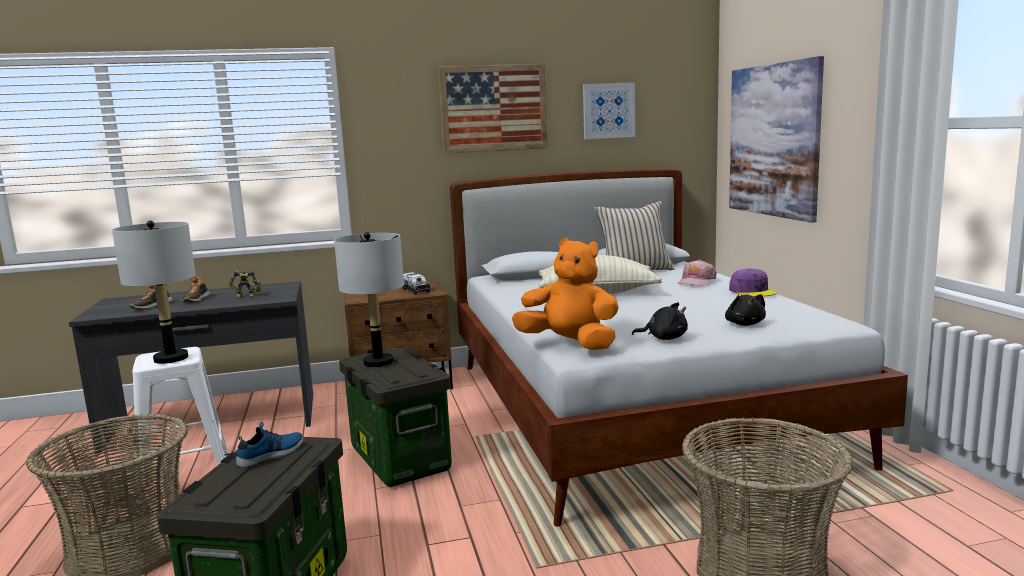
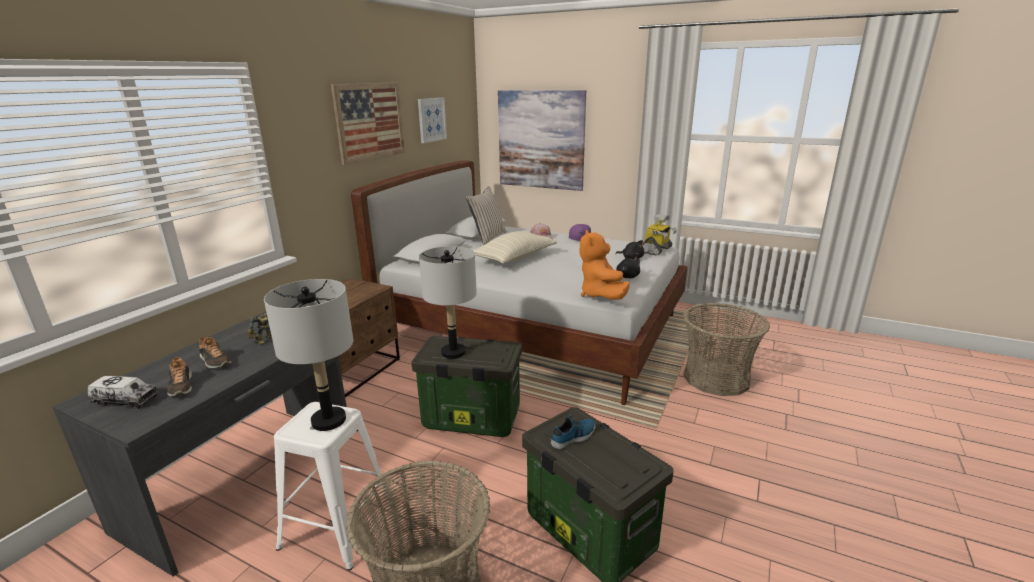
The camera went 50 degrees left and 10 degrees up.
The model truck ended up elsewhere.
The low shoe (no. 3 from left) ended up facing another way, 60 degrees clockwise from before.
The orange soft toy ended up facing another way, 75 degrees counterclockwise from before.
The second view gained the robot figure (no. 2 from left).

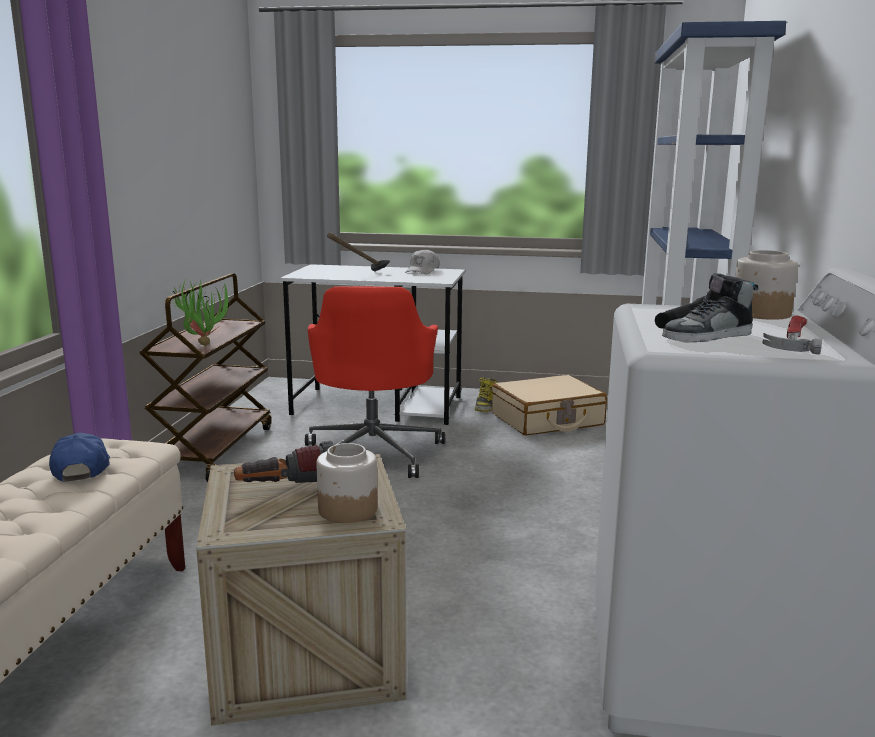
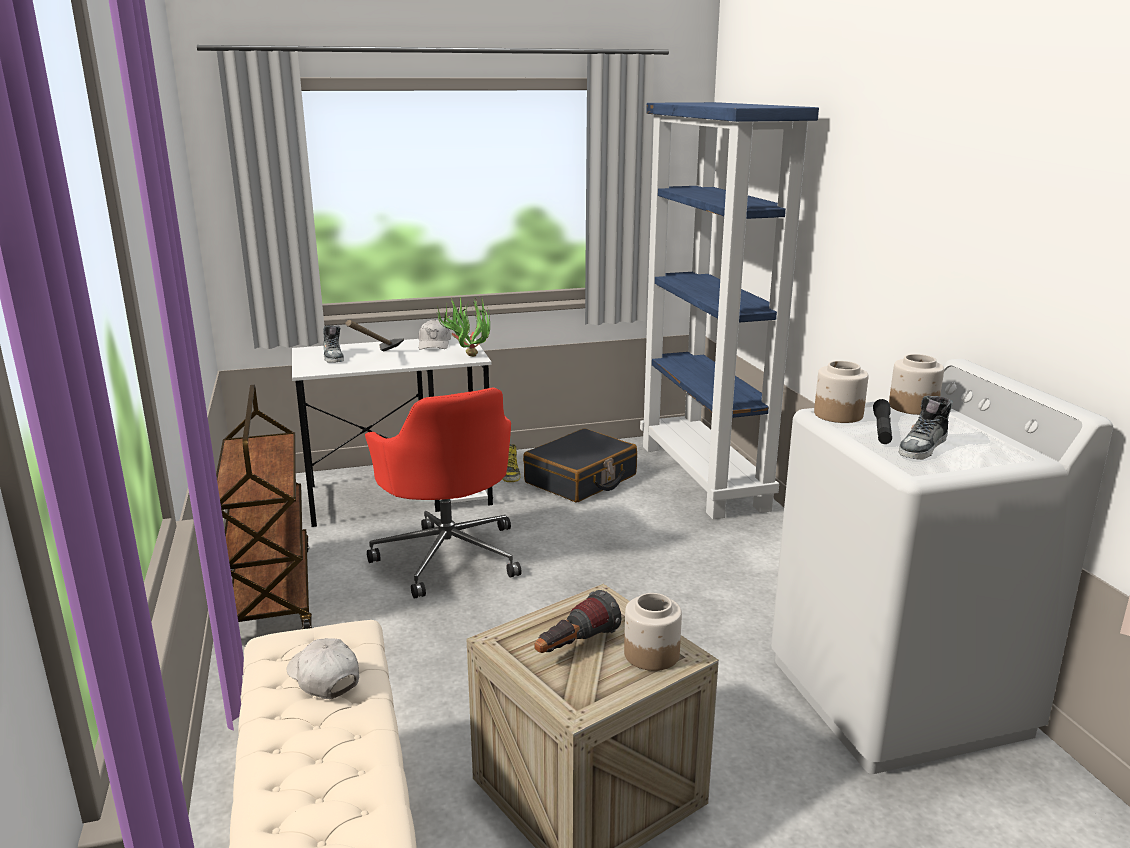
The camera went 25 degrees left and 5 degrees up.
What was the blue-coloured baseball cap turned into the white-coloured baseball cap (no. 1 from left).
The second view gained the low shoe (no. 1 from left).
The houseplant ended up elsewhere.
What was the sand-coloured suitcase turned into the black-coloured suitcase.
The second view gained the preserve jar (no. 2 from left).
The second view lost the hammer (no. 2 from left).

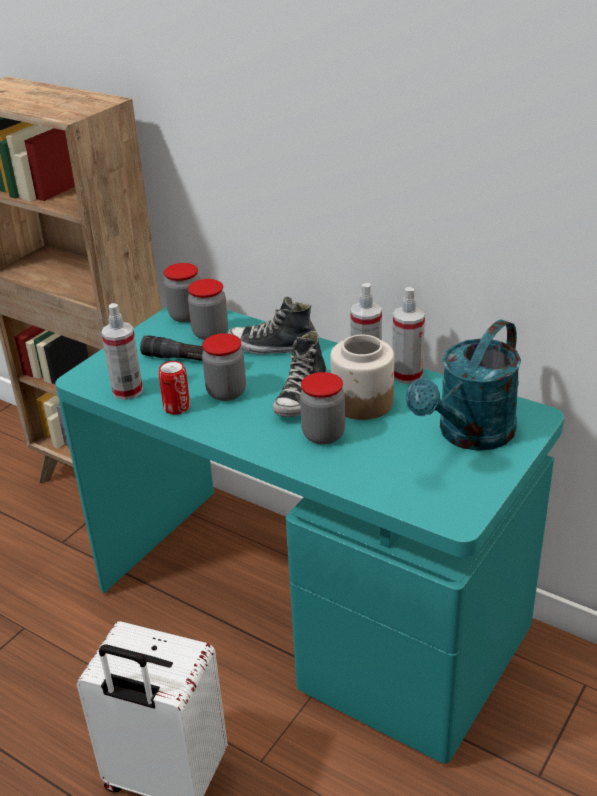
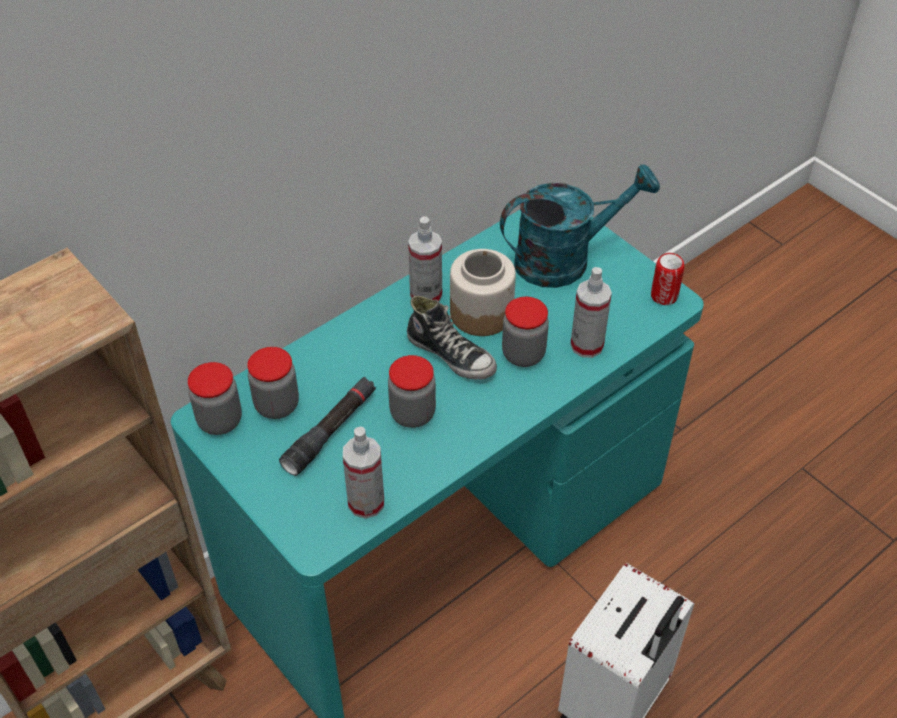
The camera went 75 degrees left and 15 degrees up.
The blue-green sprinkling can ended up facing another way, 75 degrees counterclockwise from before.
The sprayer (no. 3 from left) ended up elsewhere.
The sealed can ended up elsewhere.
The second view lost the low shoe (no. 1 from left).

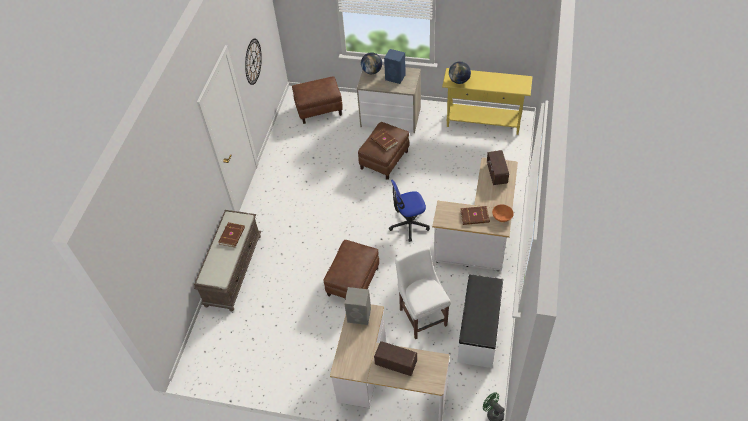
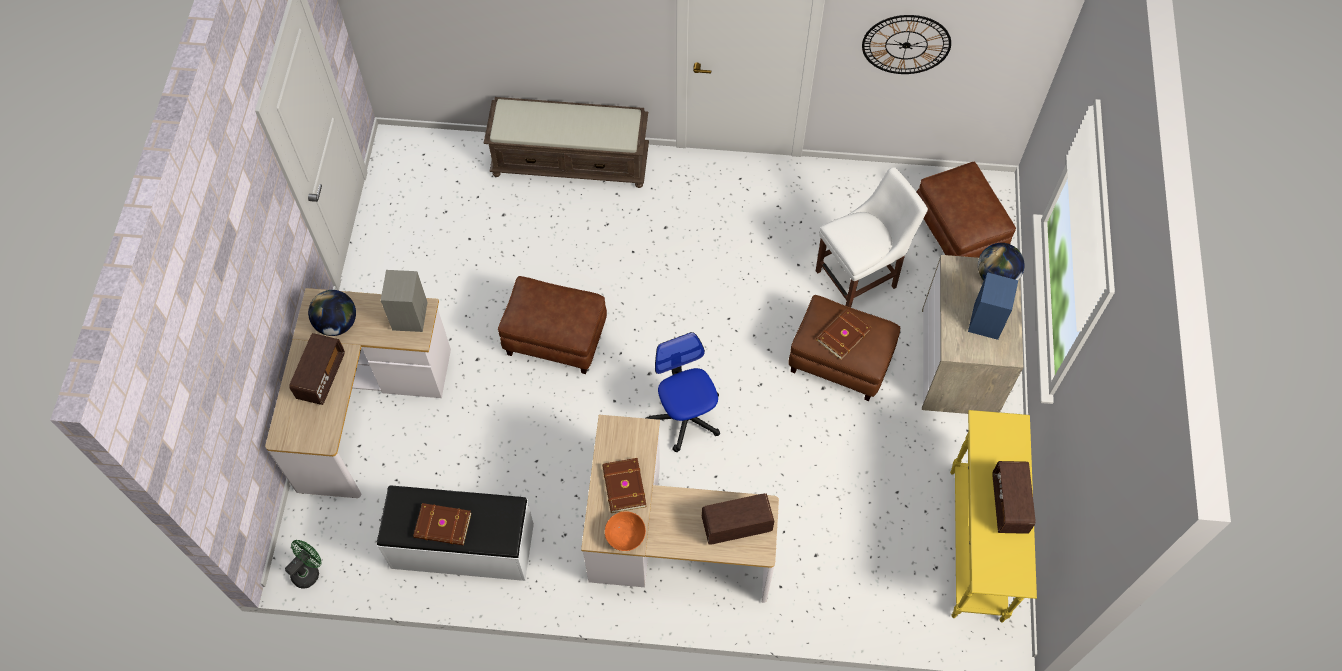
The camera went 80 degrees right and 10 degrees up.
The desk globe (no. 2 from left in the first image) ended up elsewhere.
The brown-coloured volume (no. 1 from left) ended up elsewhere.
The white-coloured upright chair ended up elsewhere.
The second view gained the radio set (no. 3 from left).

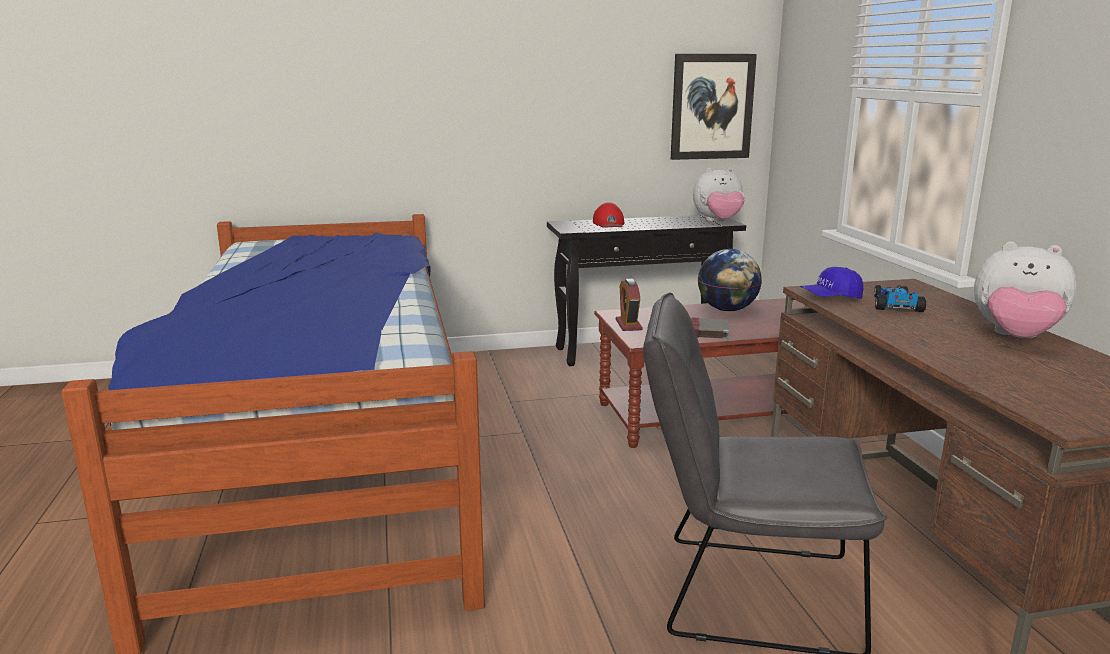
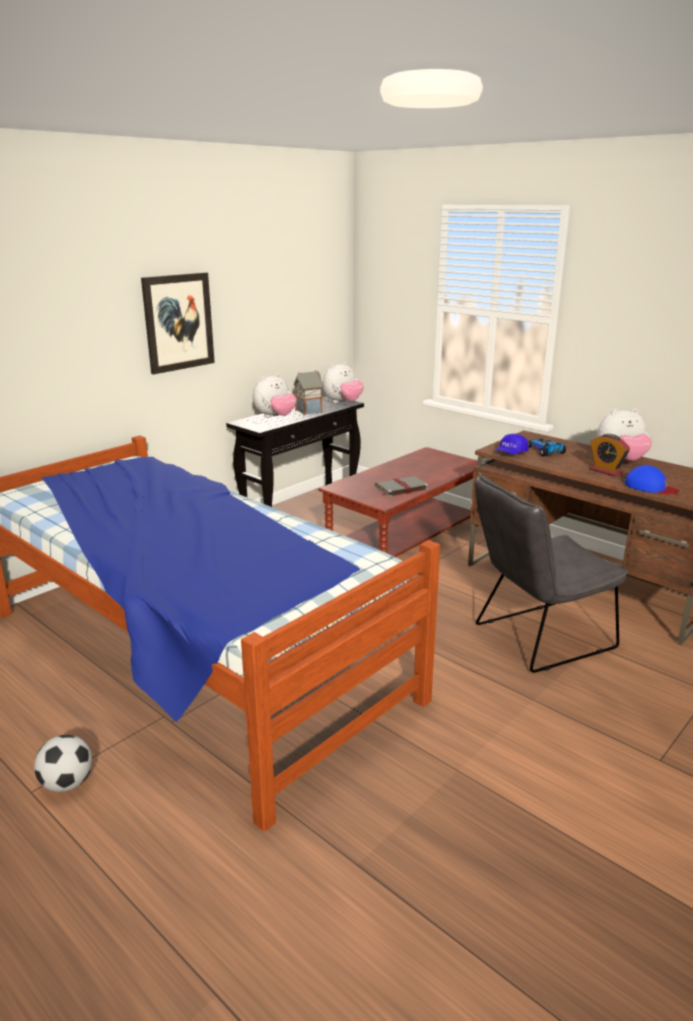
The camera went 35 degrees left and 5 degrees up.
The second view gained the football ball.
The wall art ended up elsewhere.
Where the red-coloured baseball cap stood, the soft toy (no. 1 from left) came to stand.
The second view gained the toy house.
The alarm clock ended up elsewhere.
The second view gained the blue-coloured baseball cap (no. 2 from left).
The second view lost the desk globe.

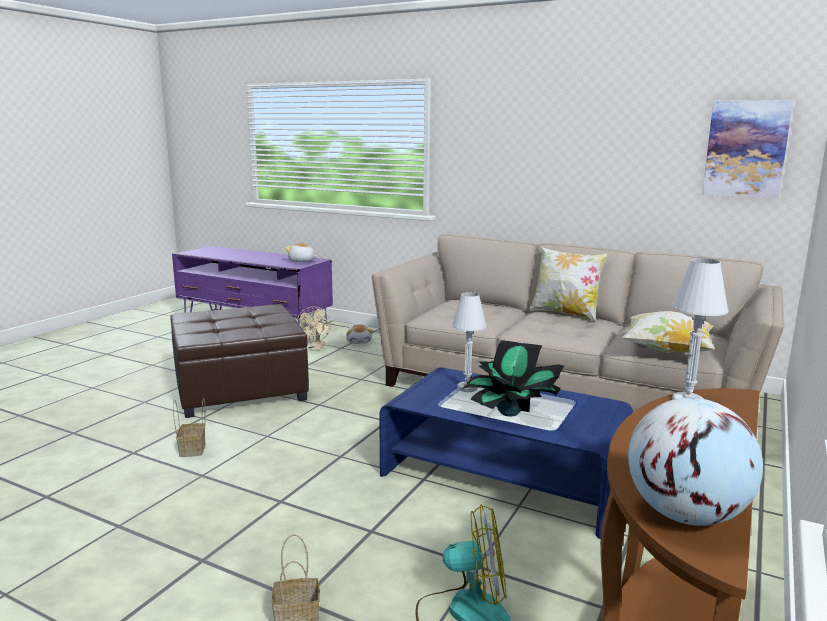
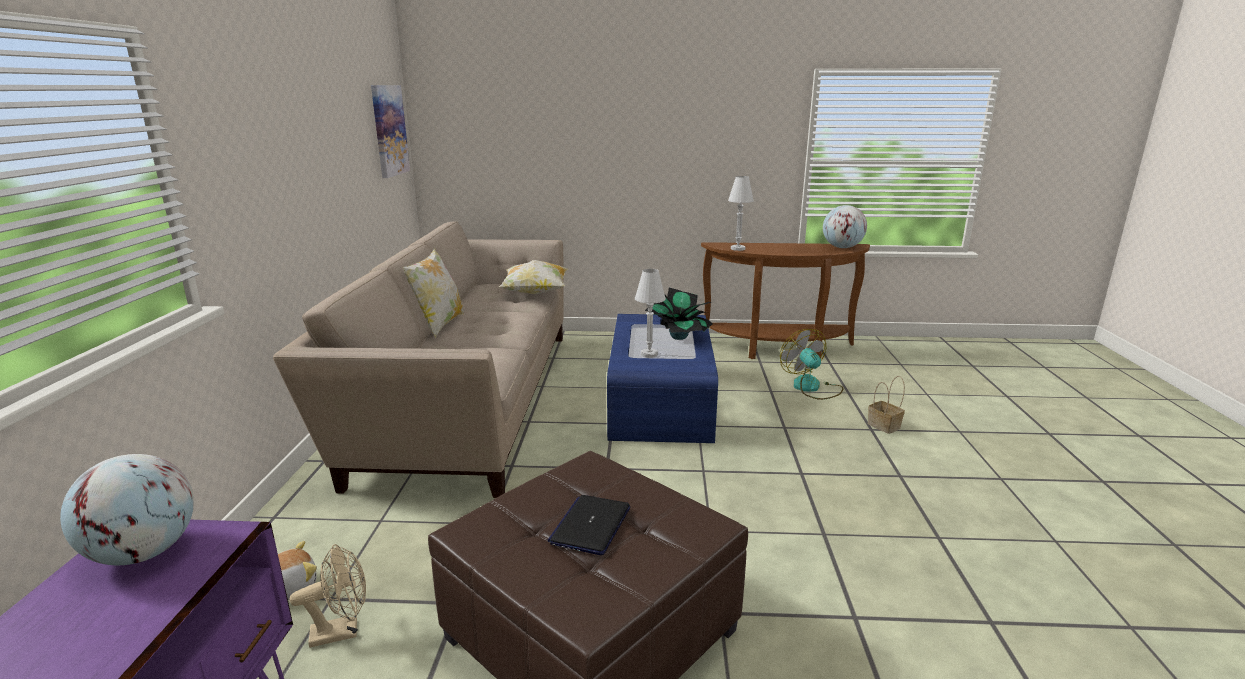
The camera went 115 degrees left and 5 degrees up.
Where the soft toy (no. 1 from left) stood, the desk globe (no. 1 from left) came to stand.
The second view gained the notebook computer.
The second view lost the household basket (no. 1 from left).

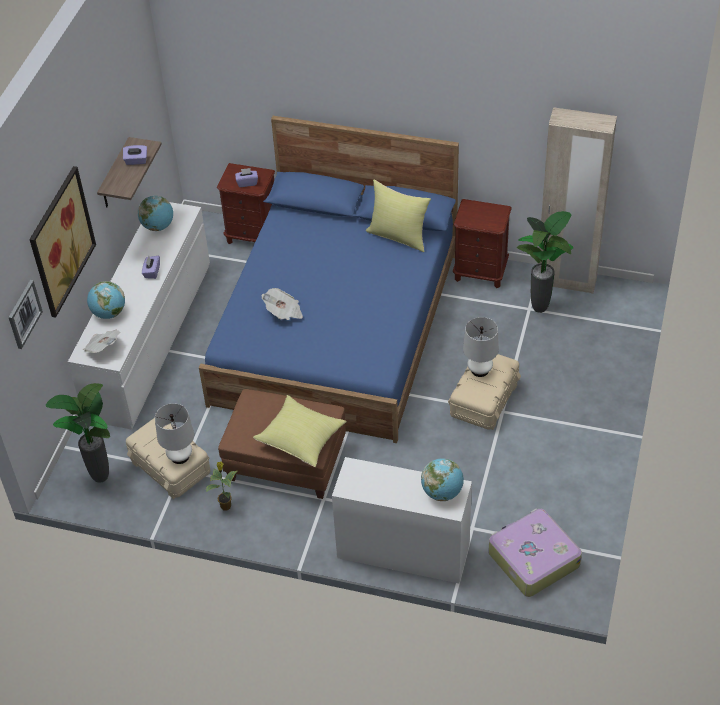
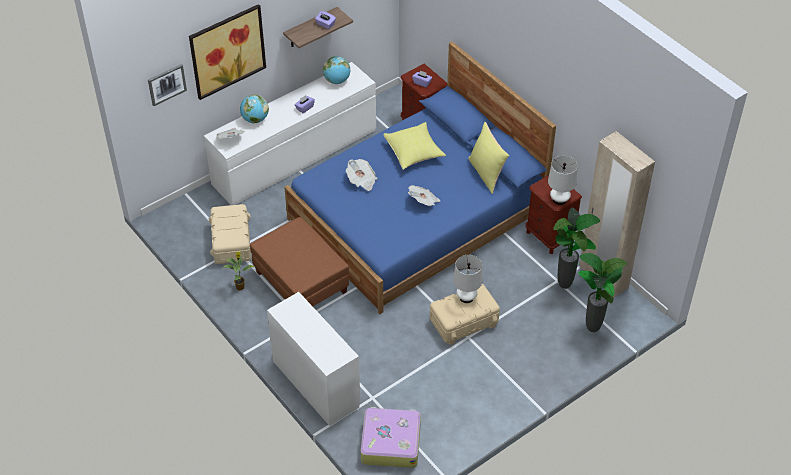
The camera went 35 degrees right and 0 degrees up.
The yellowish pillow (no. 1 from left) ended up elsewhere.
The second view gained the daily paper (no. 3 from left).
The white-coloured tabletop lamp (no. 1 from left in the first image) ended up elsewhere.
The houseplant (no. 1 from left in the first image) ended up elsewhere.
The second view lost the desk globe (no. 3 from left).

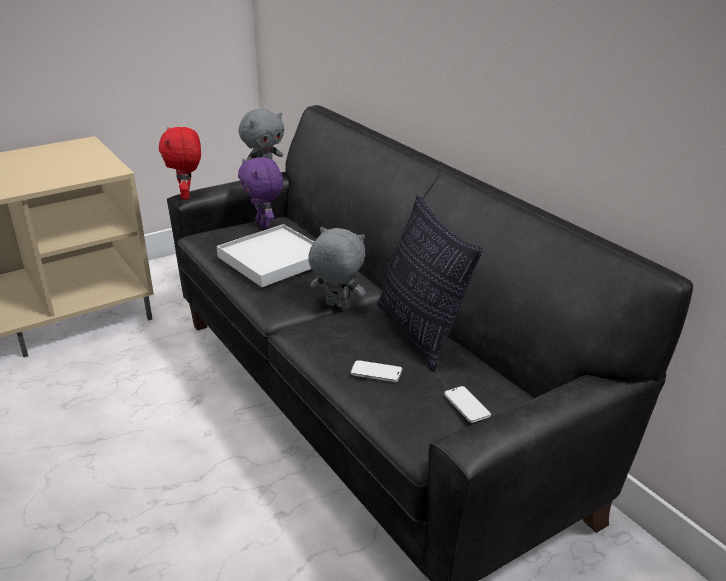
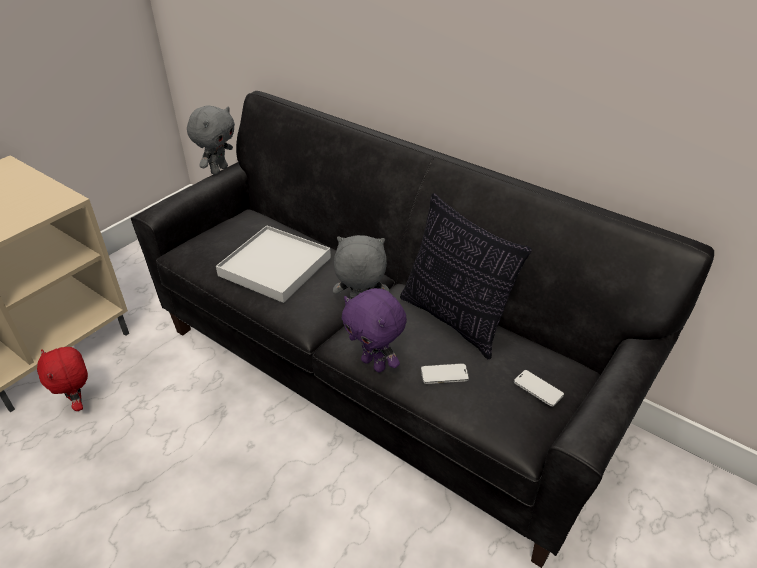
The camera went 20 degrees left and 10 degrees up.
The red-coloured soft toy ended up elsewhere.
The purple-coloured soft toy ended up elsewhere.

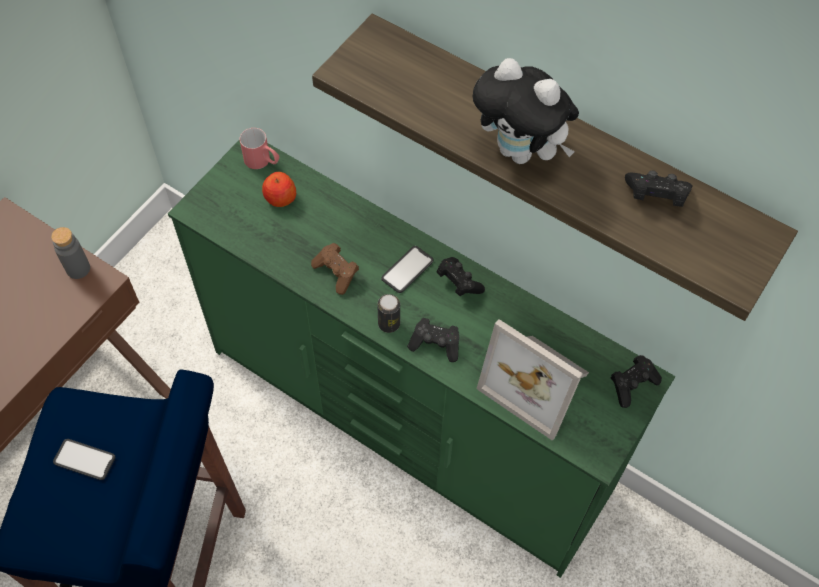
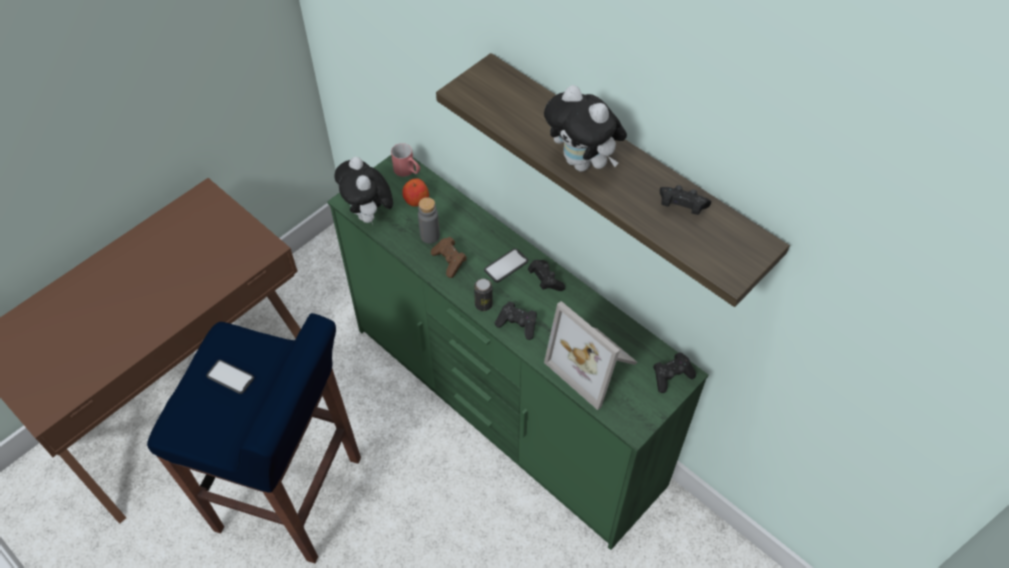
The camera went 10 degrees right and 5 degrees down.
The second view gained the soft toy (no. 1 from left).
The greyish bottle ended up elsewhere.

